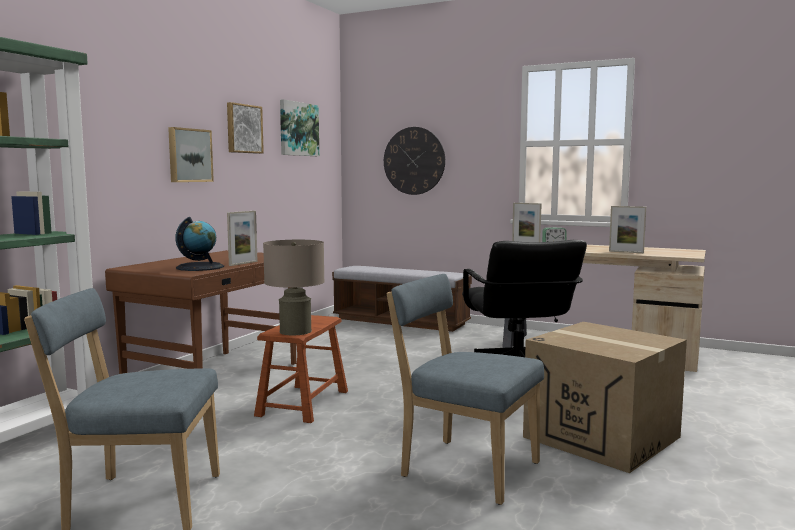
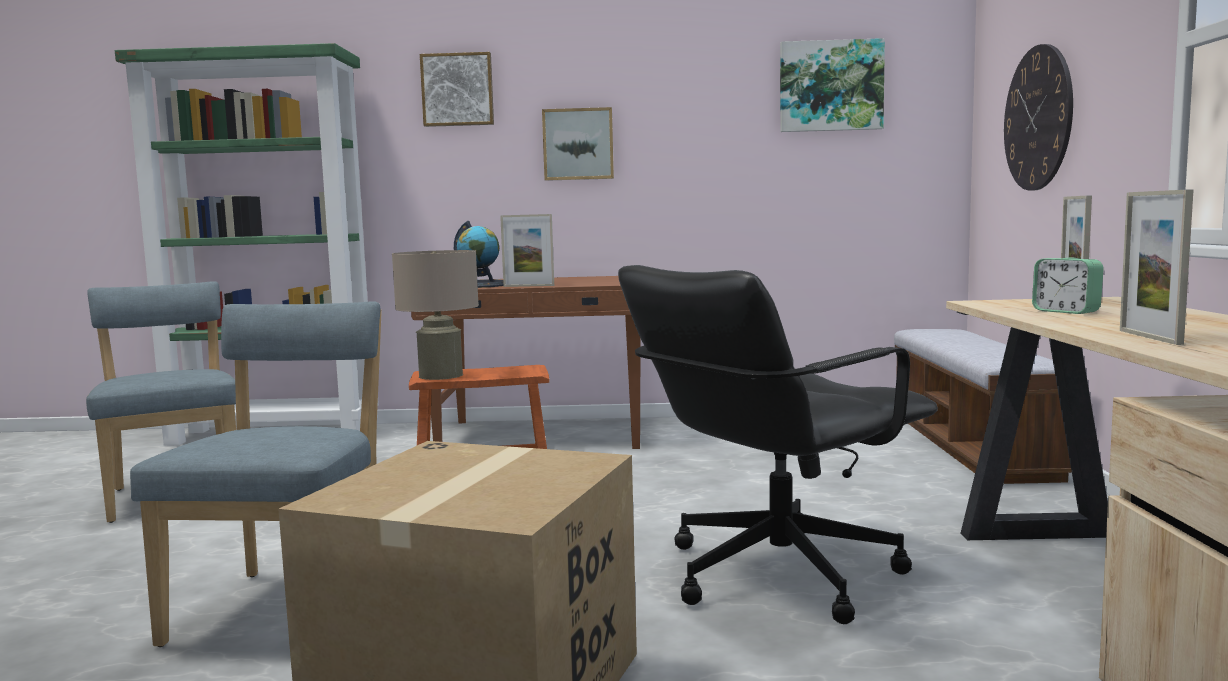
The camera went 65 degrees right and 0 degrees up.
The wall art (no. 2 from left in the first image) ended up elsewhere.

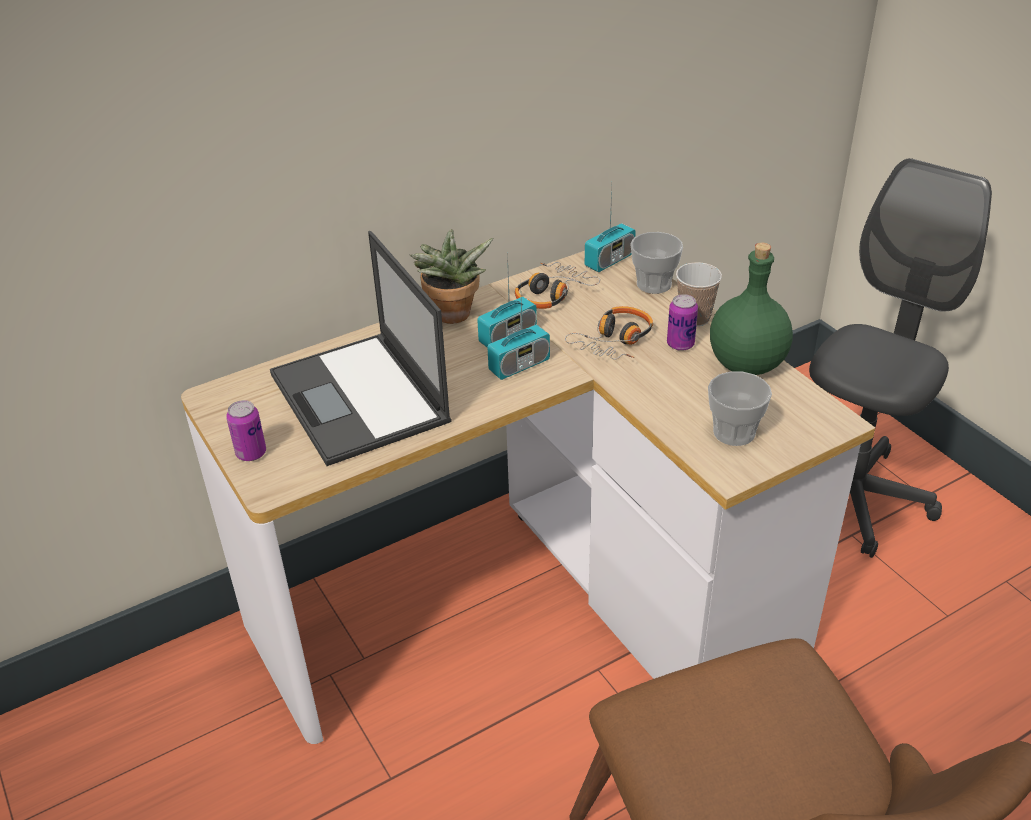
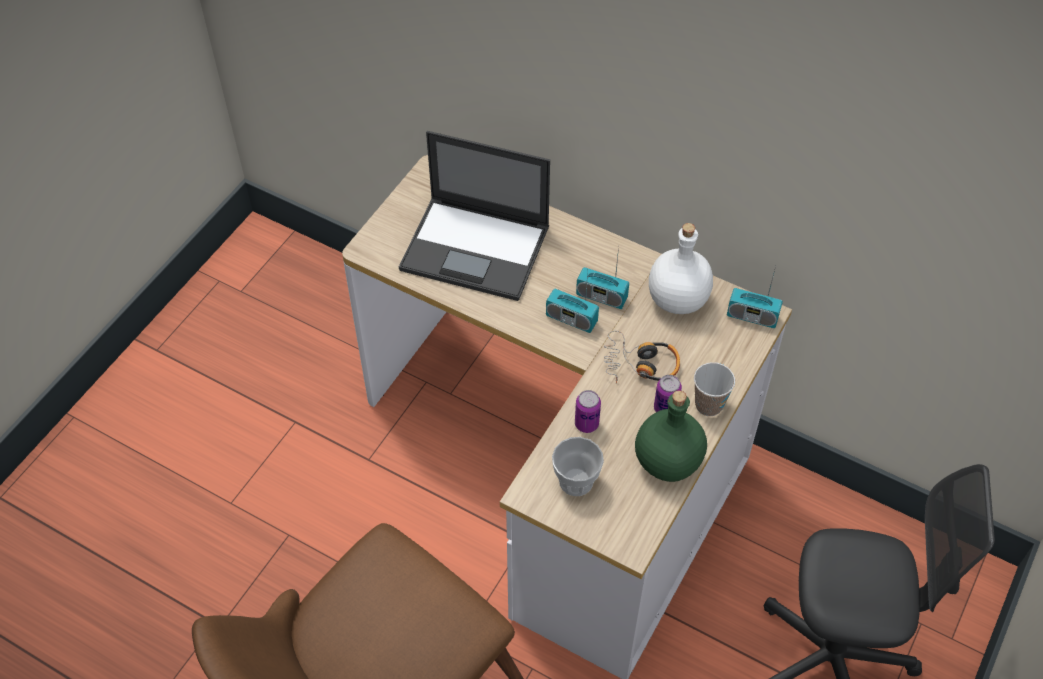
The camera went 60 degrees right and 15 degrees up.
The notebook computer ended up facing another way, 105 degrees counterclockwise from before.
The sealed can (no. 1 from left) ended up elsewhere.
Where the headset (no. 1 from left) stood, the white-coloured bottle came to stand.
The second view lost the houseplant.
The second view lost the drinking cup (no. 1 from left).

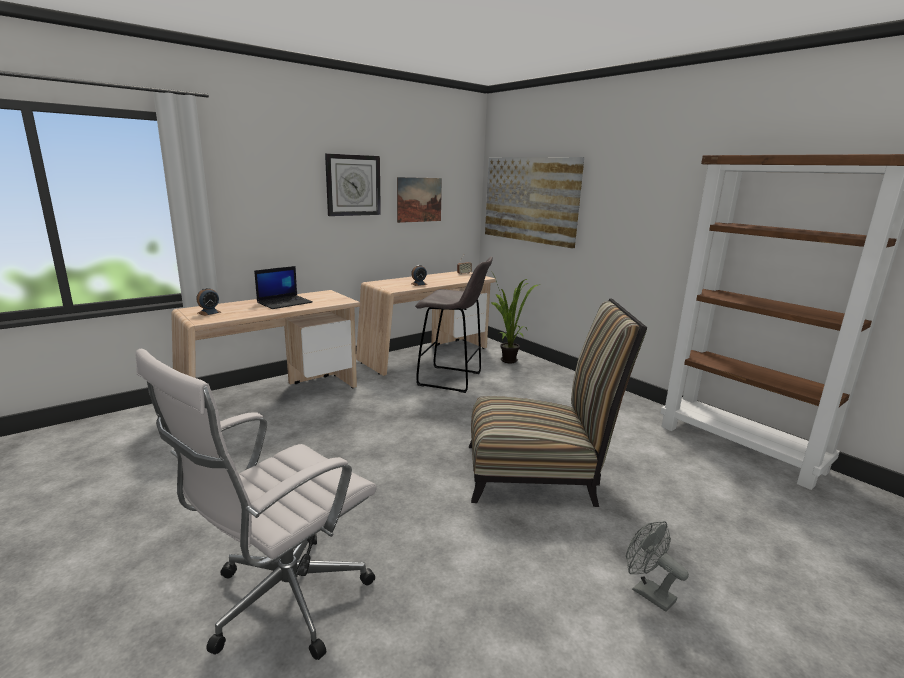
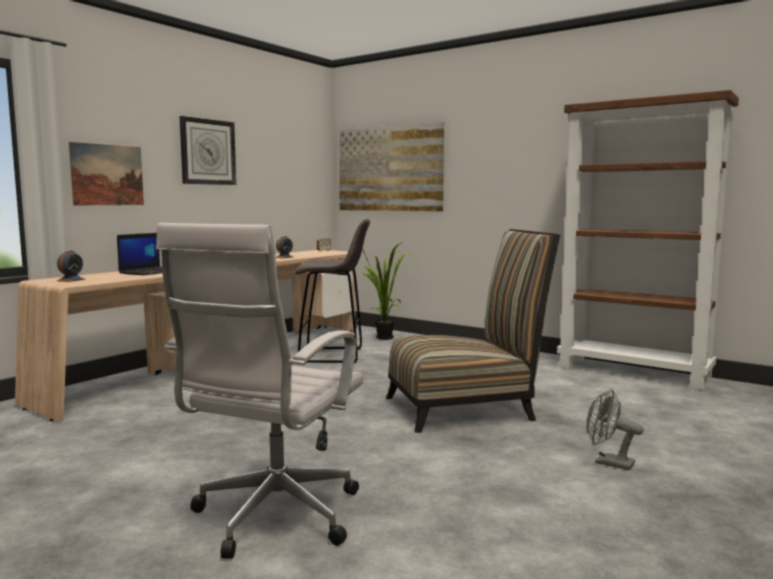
The camera went 15 degrees left and 10 degrees down.
The wall art (no. 1 from left) ended up elsewhere.

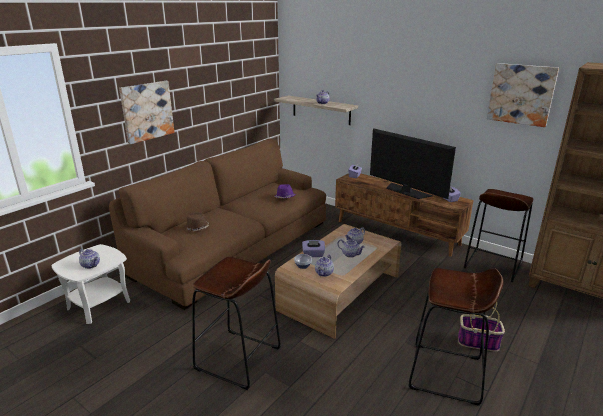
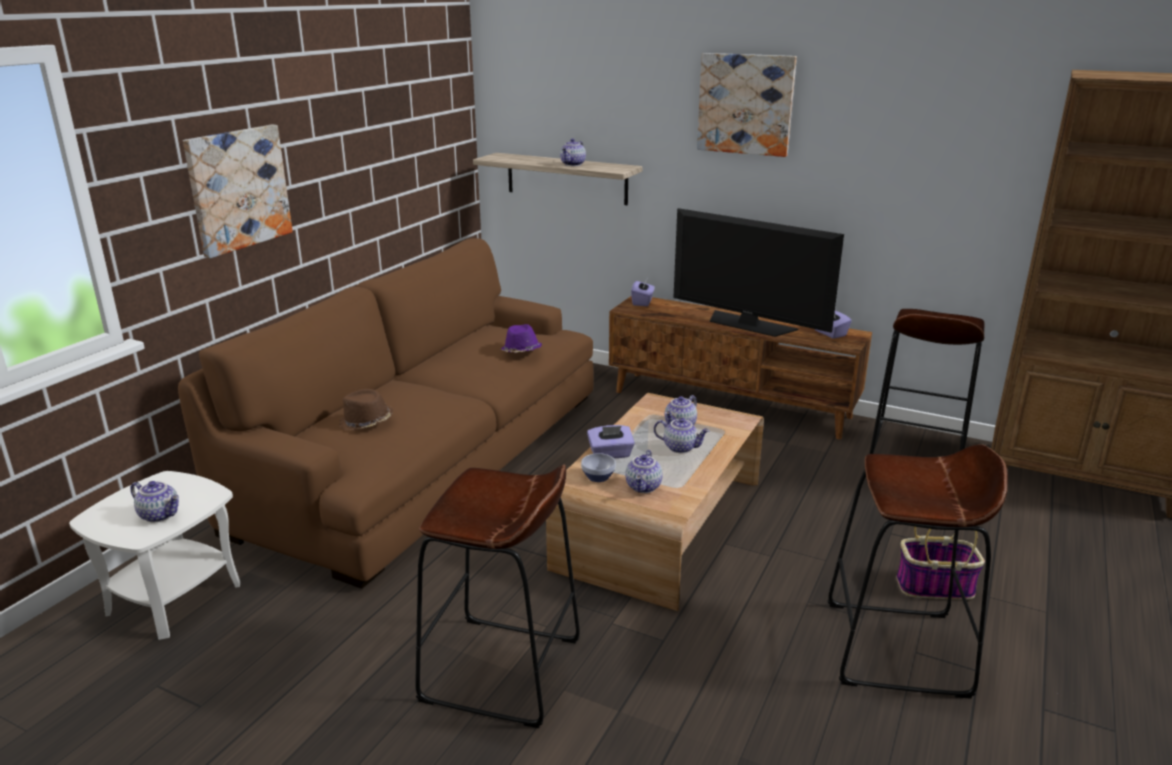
The camera went 10 degrees left and 0 degrees up.
The wall art (no. 2 from left) ended up elsewhere.

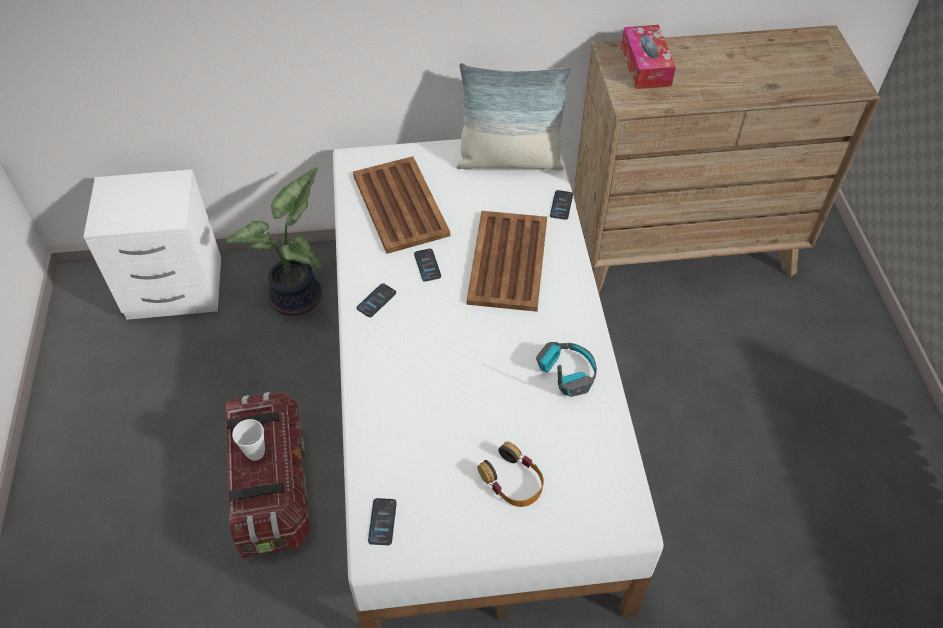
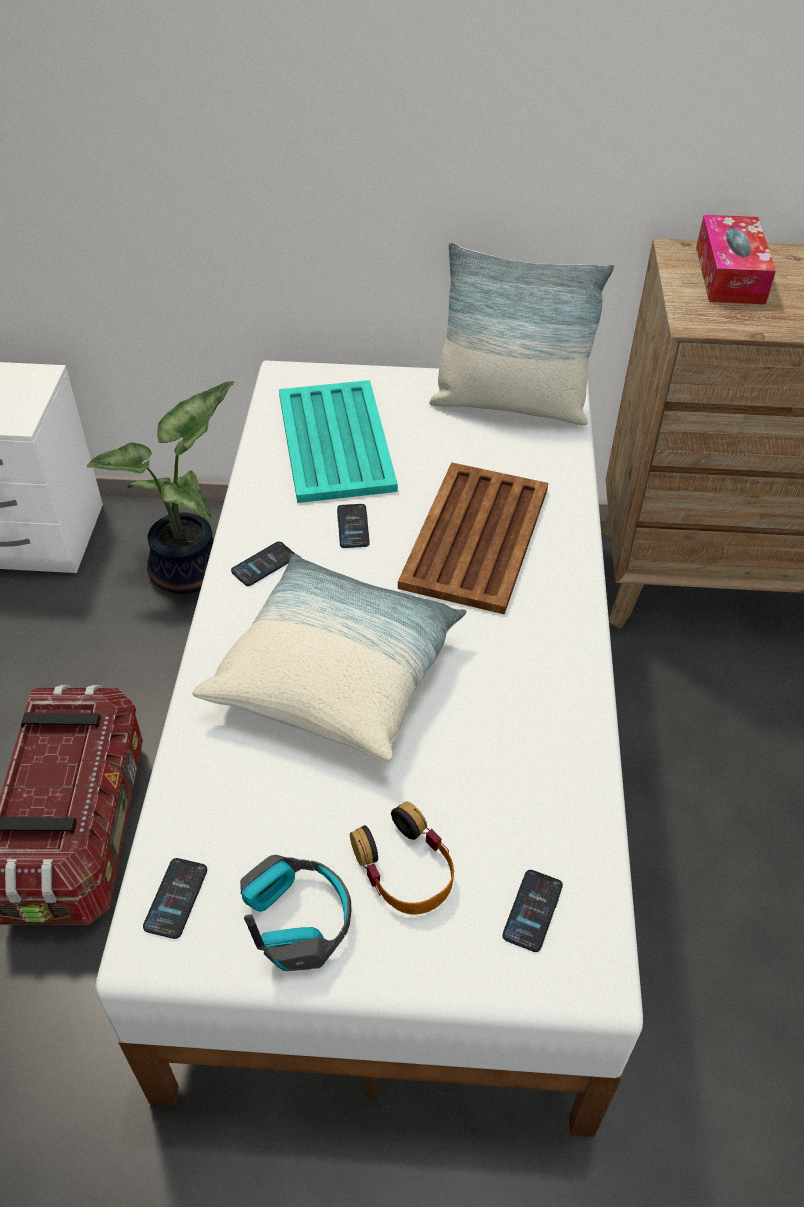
The camera went 10 degrees right and 5 degrees down.
The second view gained the pillow (no. 1 from left).
The headset (no. 2 from left in the first image) ended up elsewhere.
What was the brown-coloured tray (no. 1 from left) turned into the blue-green tray.
The handset (no. 4 from left) ended up elsewhere.
The second view lost the drinking cup.

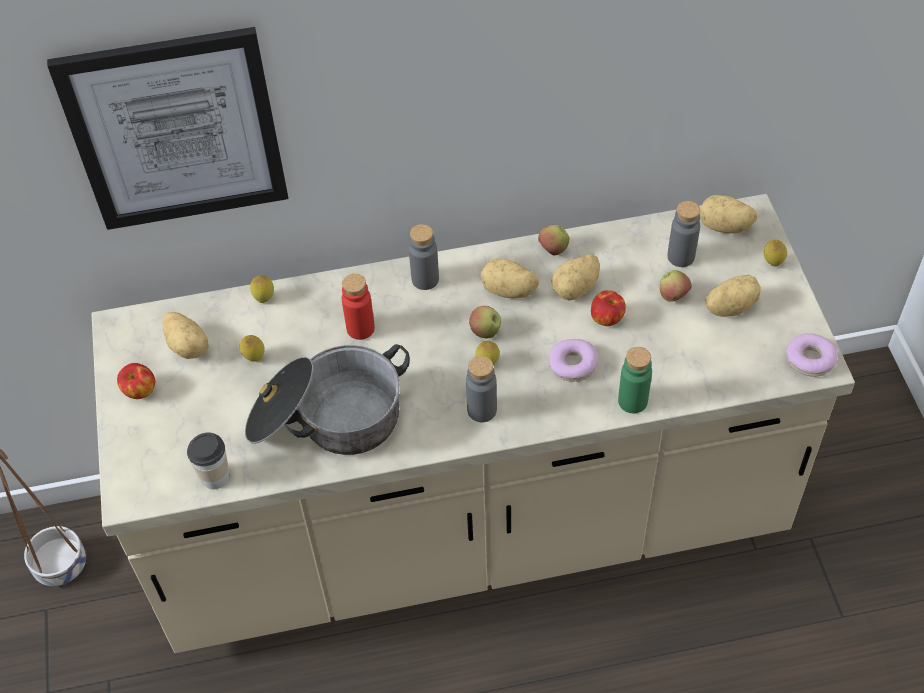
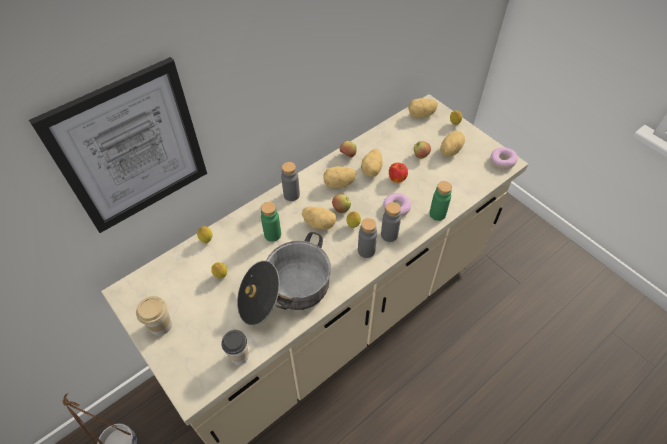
The camera went 30 degrees left and 0 degrees up.
Where the whole apple (no. 1 from left) stood, the drinking cup (no. 1 from left) came to stand.
What was the red-coloured bottle turned into the green-coloured bottle (no. 1 from left).
The potato (no. 1 from left) ended up elsewhere.
The greyish bottle (no. 3 from left) ended up elsewhere.

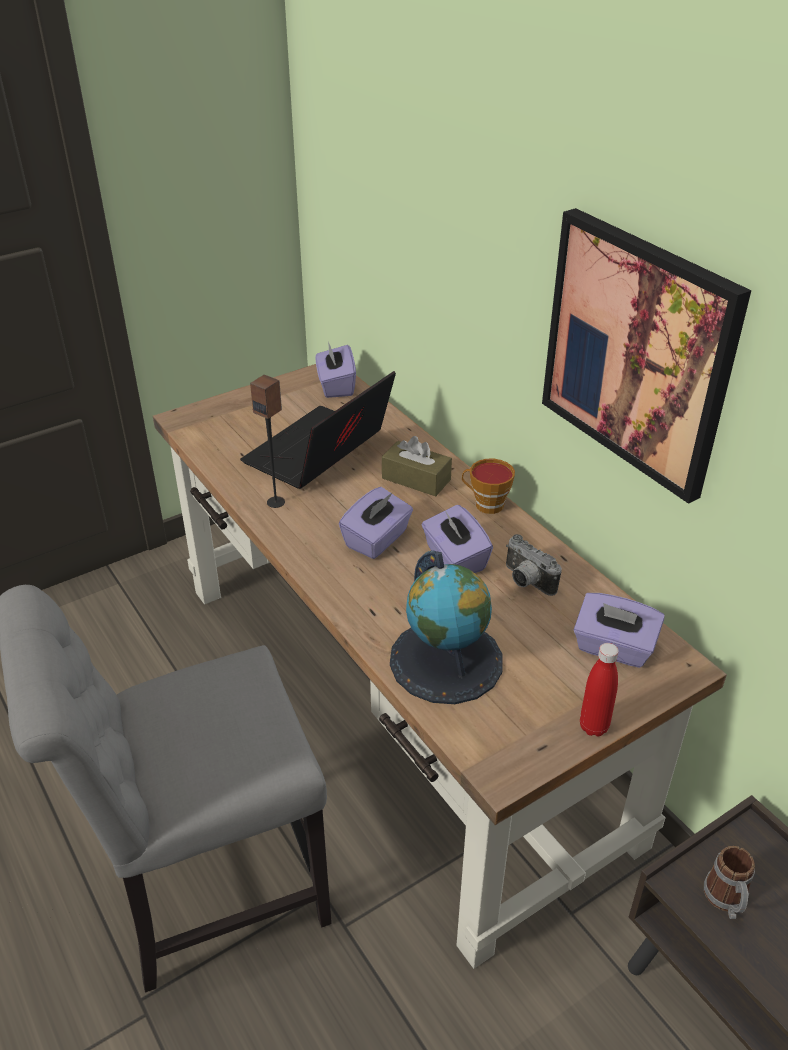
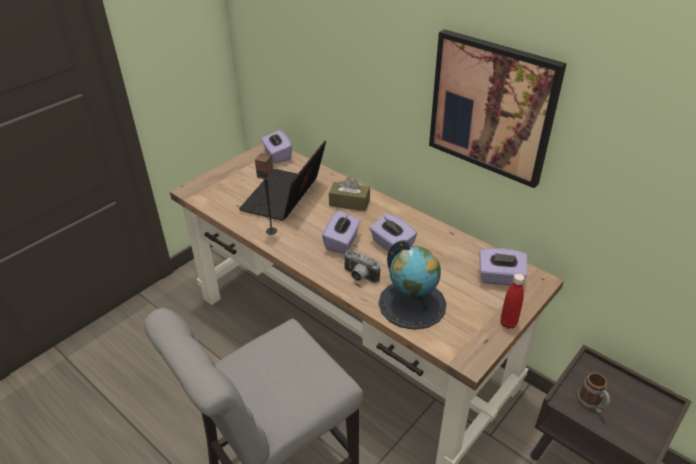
The camera went 15 degrees left and 0 degrees up.
The photo camera ended up elsewhere.
The second view lost the drinking cup.

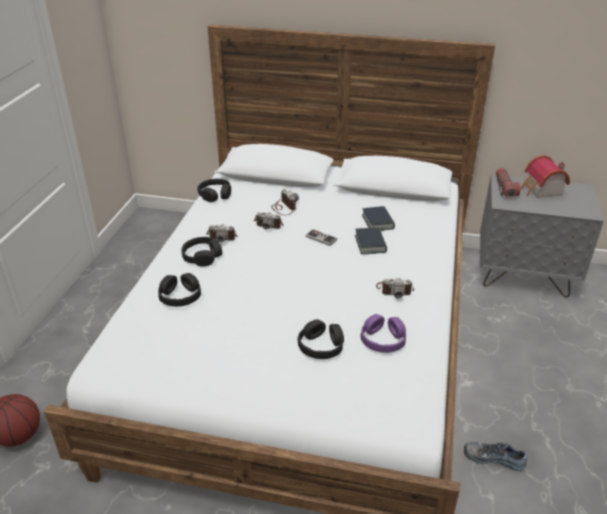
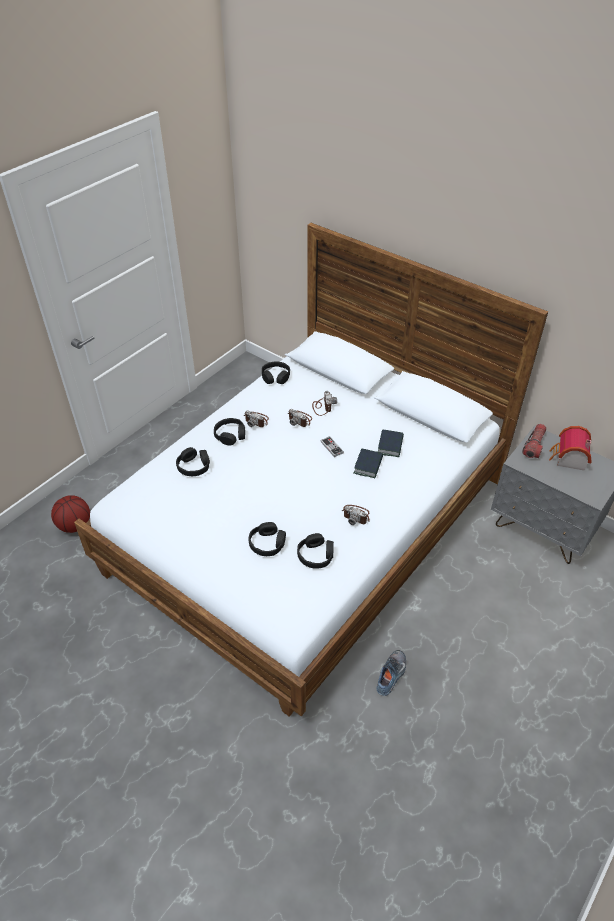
The camera went 25 degrees right and 10 degrees up.
What was the purple-coloured headset turned into the black-coloured headset (no. 5 from left).
The low shoe ended up facing another way, 75 degrees clockwise from before.

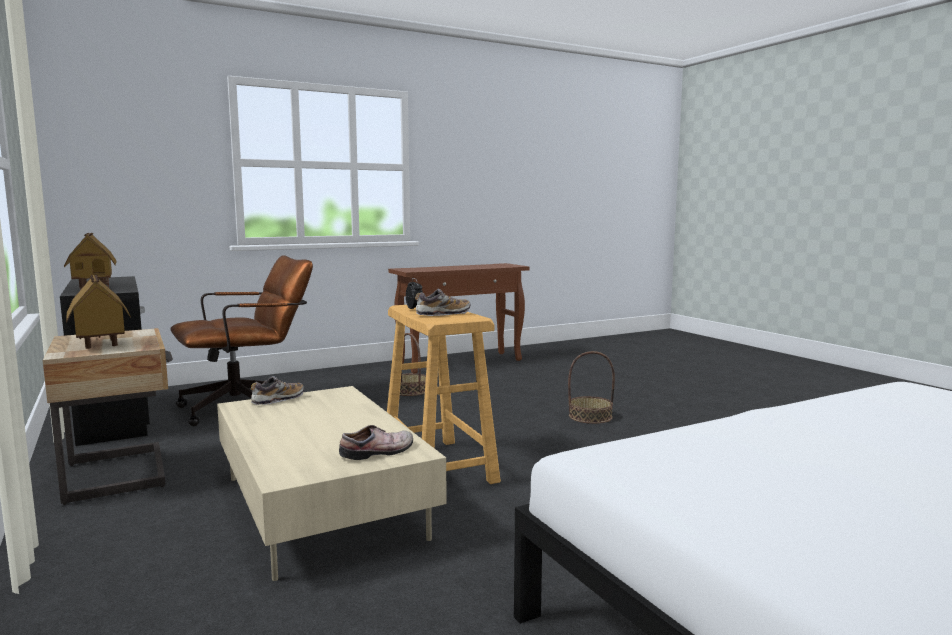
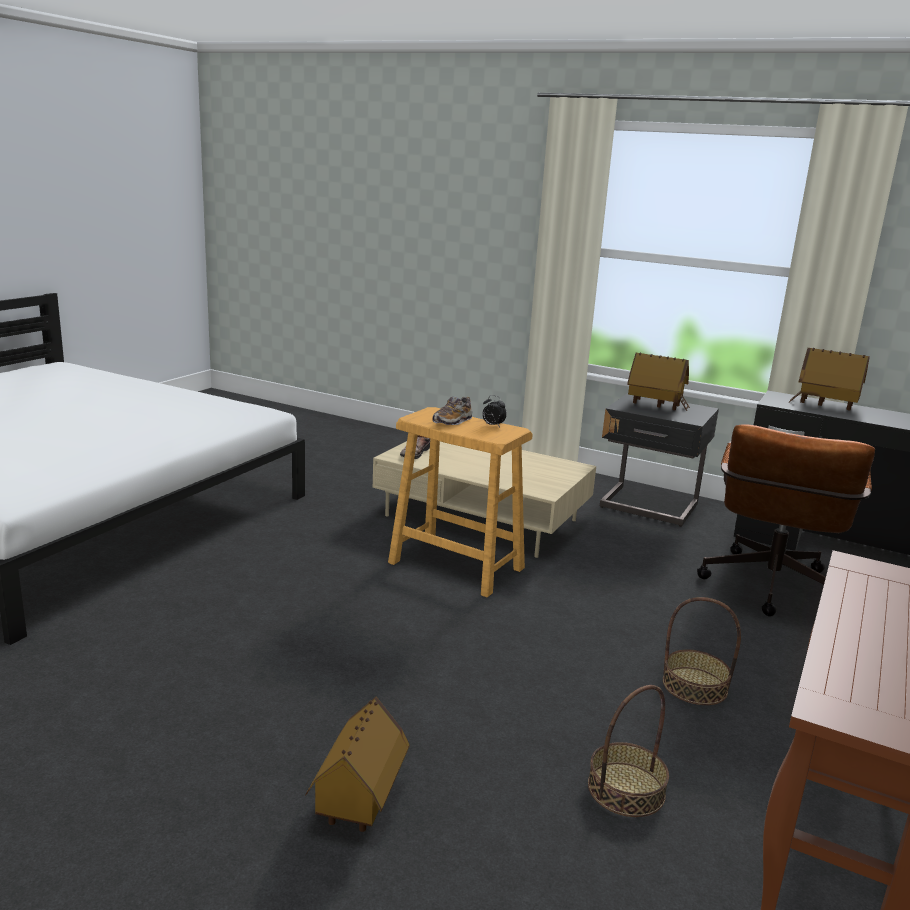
The camera went 145 degrees right and 10 degrees up.
The second view gained the toy house (no. 1 from left).
The household basket (no. 2 from left in the first image) ended up elsewhere.
What was the sand-coloured nightstand turned into the black-coloured nightstand.
The second view lost the low shoe (no. 1 from left).

